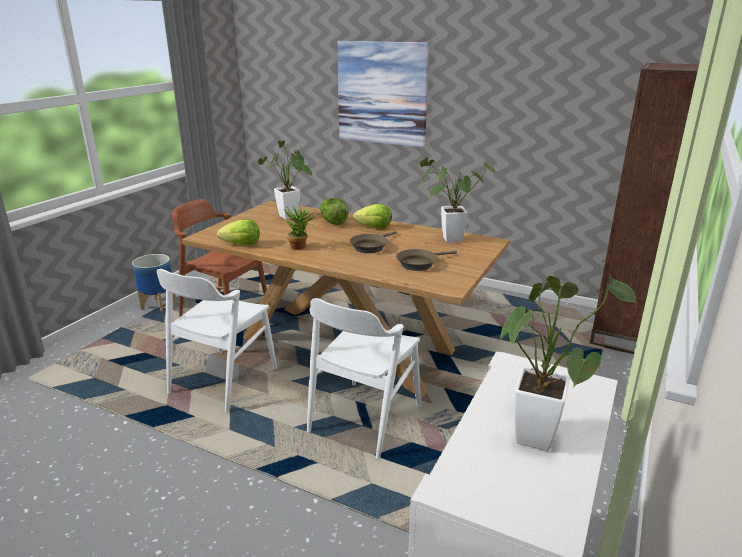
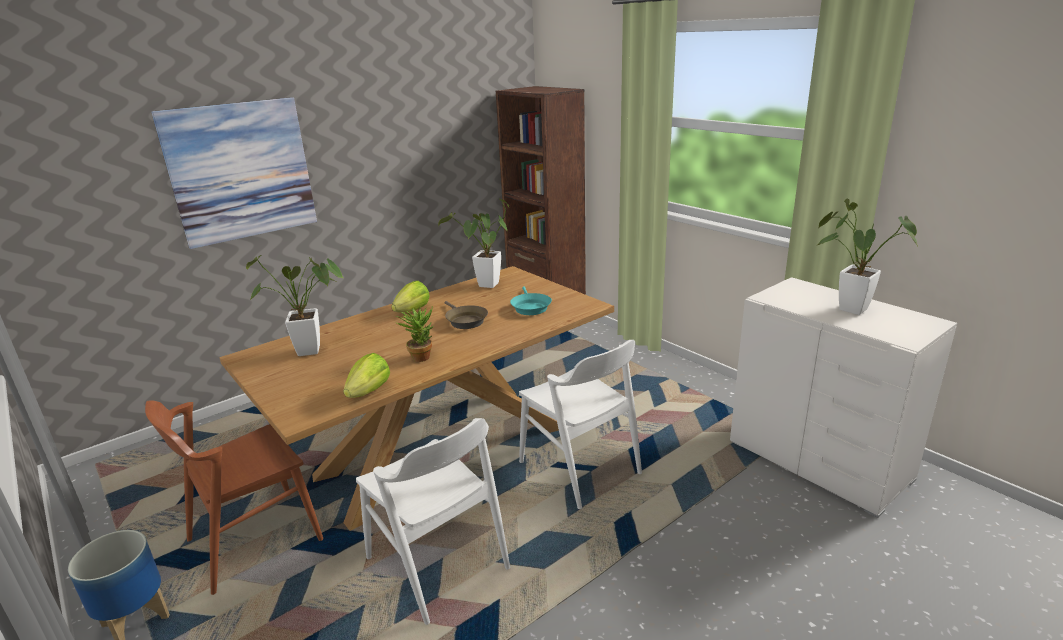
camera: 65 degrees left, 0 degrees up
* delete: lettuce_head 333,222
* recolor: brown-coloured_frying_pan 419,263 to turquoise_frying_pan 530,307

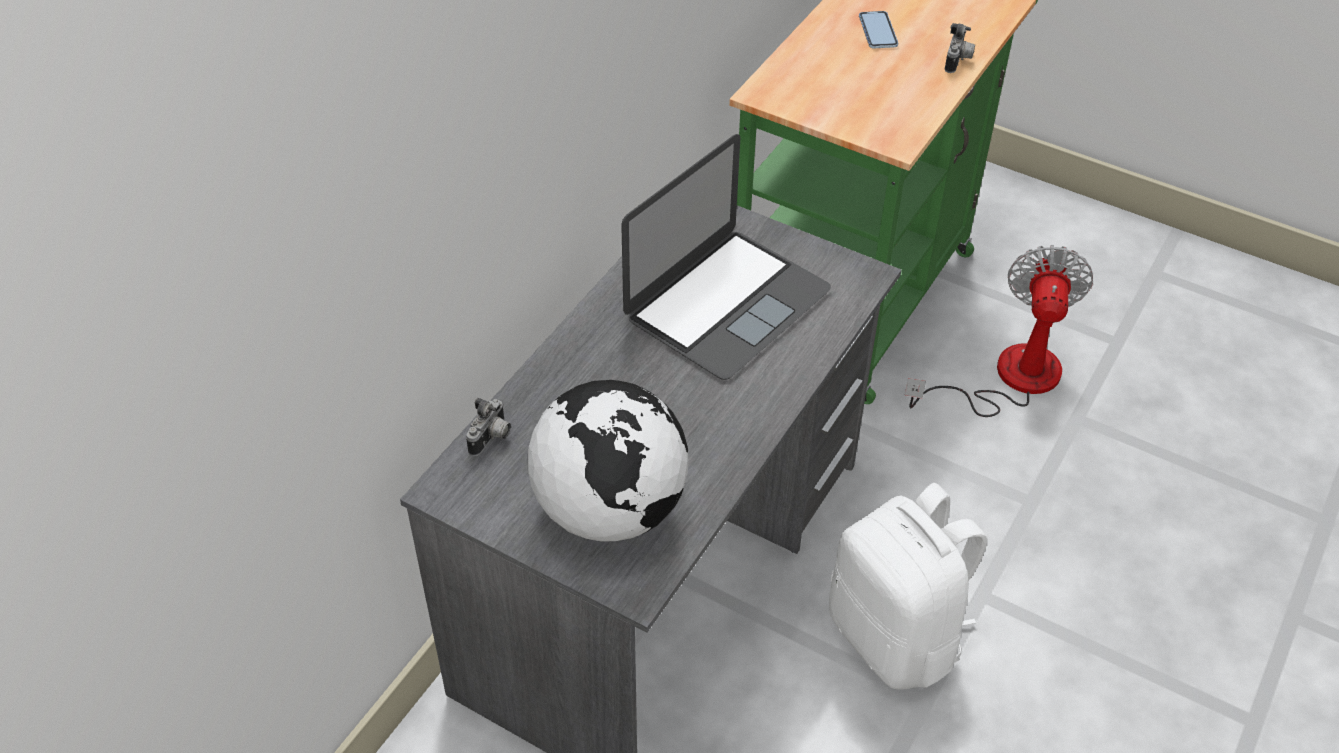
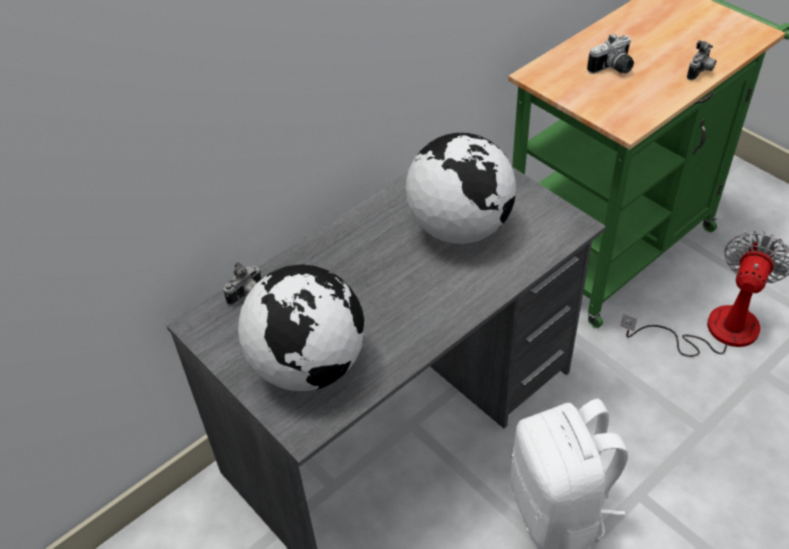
camera: 20 degrees right, 0 degrees up
* delete: handset 878,31
* insert: still_camera 613,69
* replace: laptop 727,303 to desk_globe 459,227

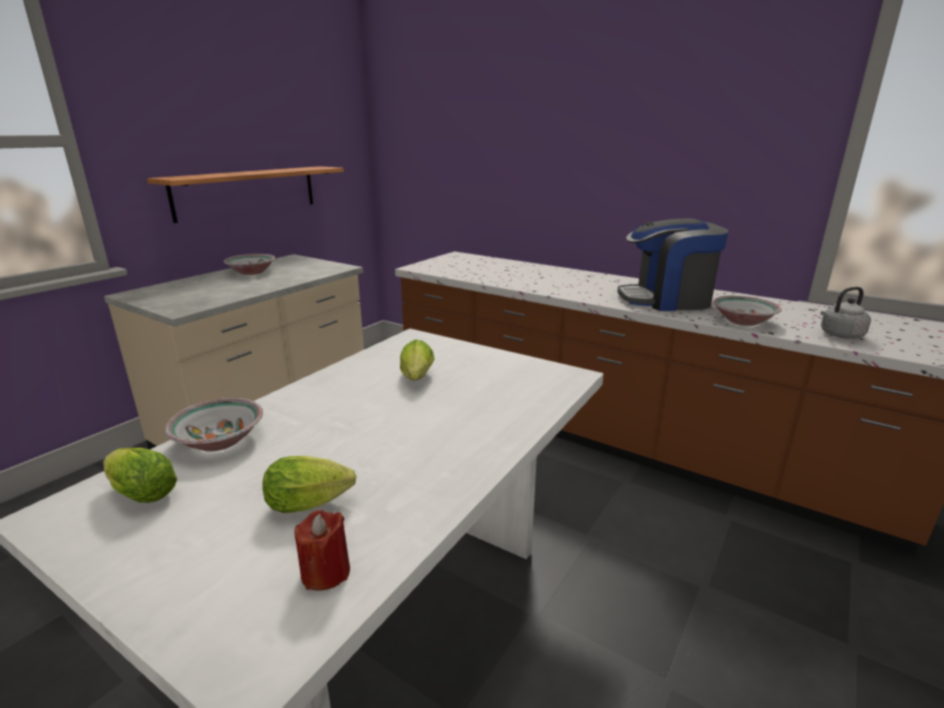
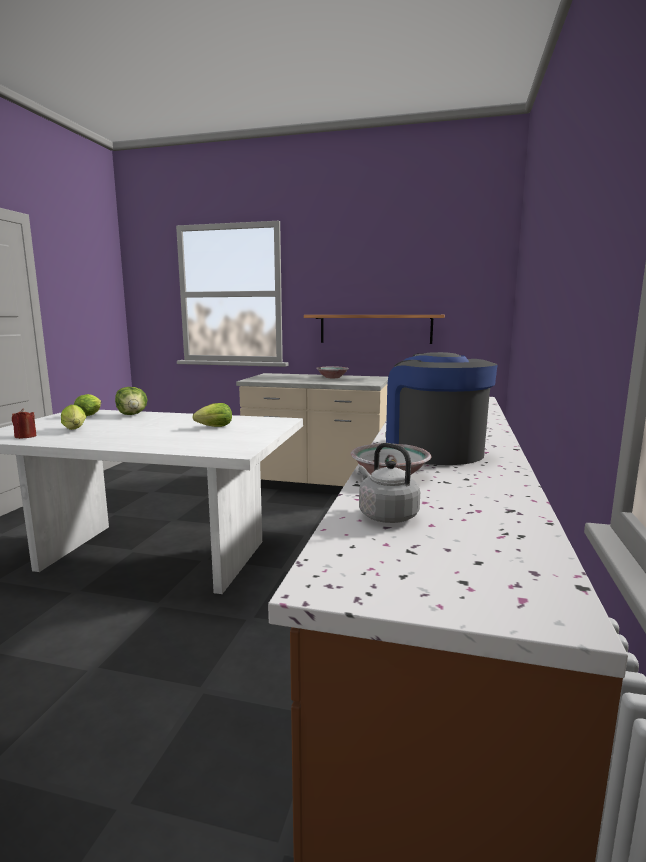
camera: 70 degrees right, 10 degrees down
* replace: bowl 218,440 to lettuce_head 132,414

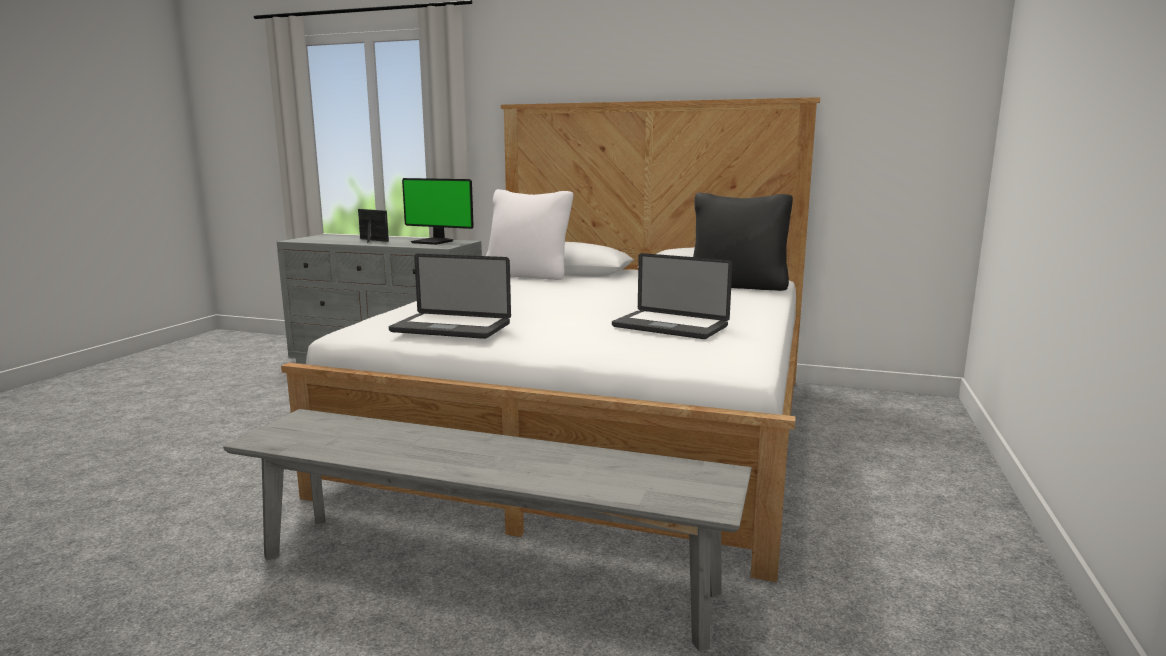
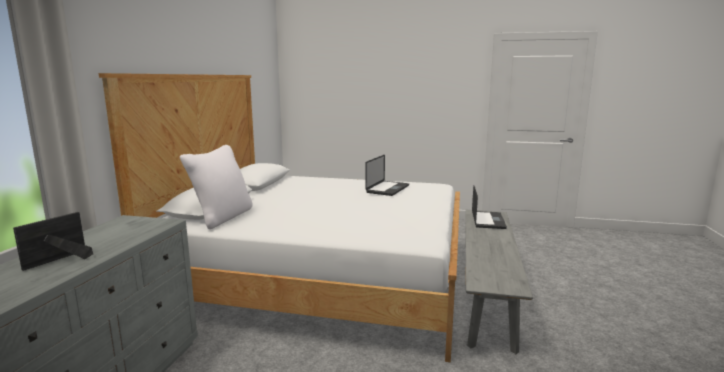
camera: 95 degrees left, 0 degrees up
* delete: monitor 434,242
* delete: black-coloured_throw_pillow 737,286
* move: laptop 451,328 to 488,221

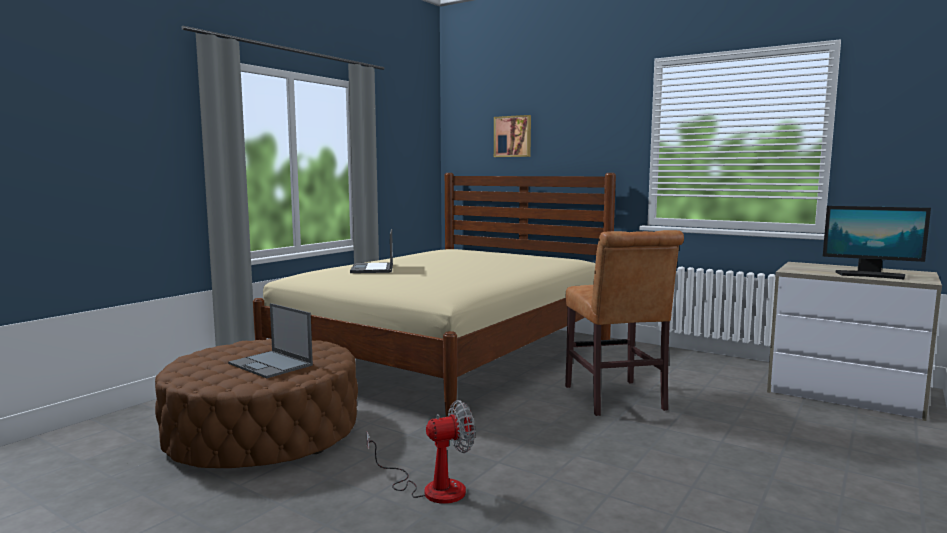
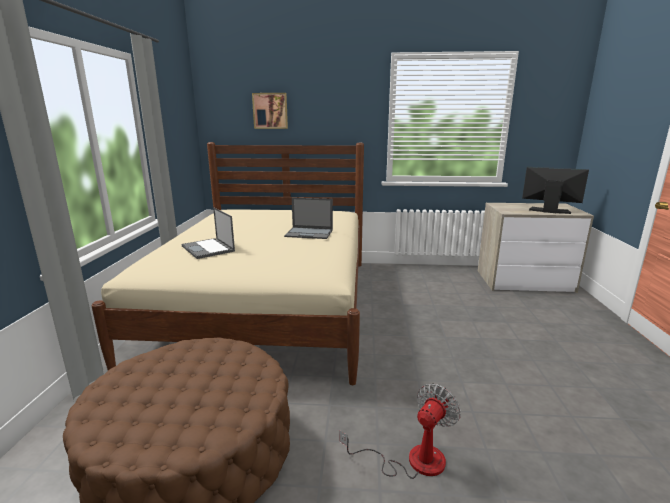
camera: 30 degrees left, 10 degrees up
* delete: brown-coloured_plain_chair 616,400
* move: laptop 271,364 to 309,233
* rotate: monitor 870,275 = 549,211 150 degrees counterclockwise

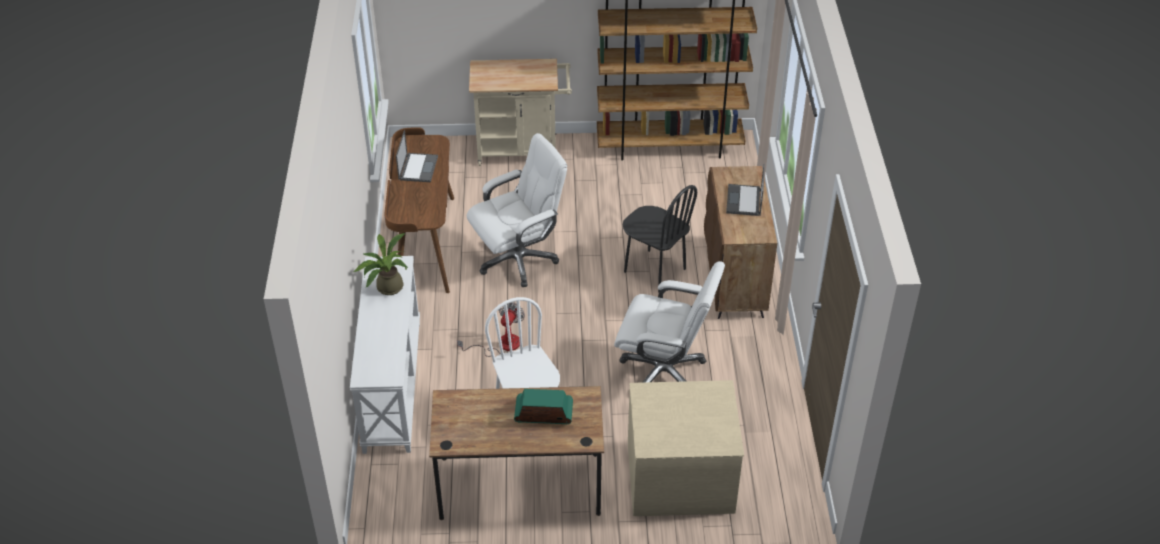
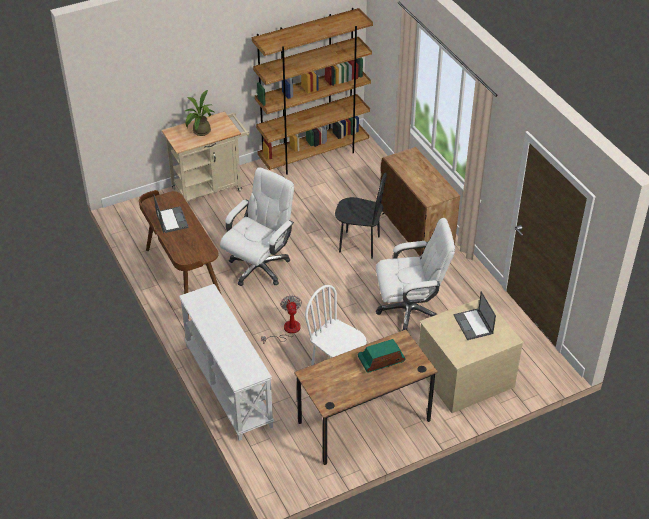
camera: 25 degrees left, 0 degrees up
* move: plant_in_a_pot 386,288 to 200,132
* move: laptop 744,201 to 473,325

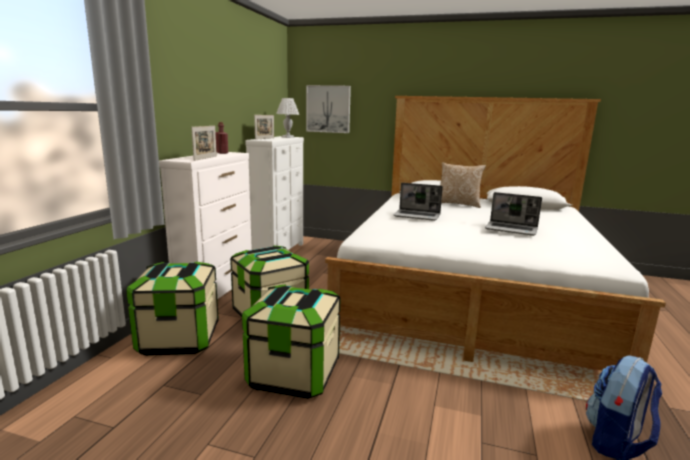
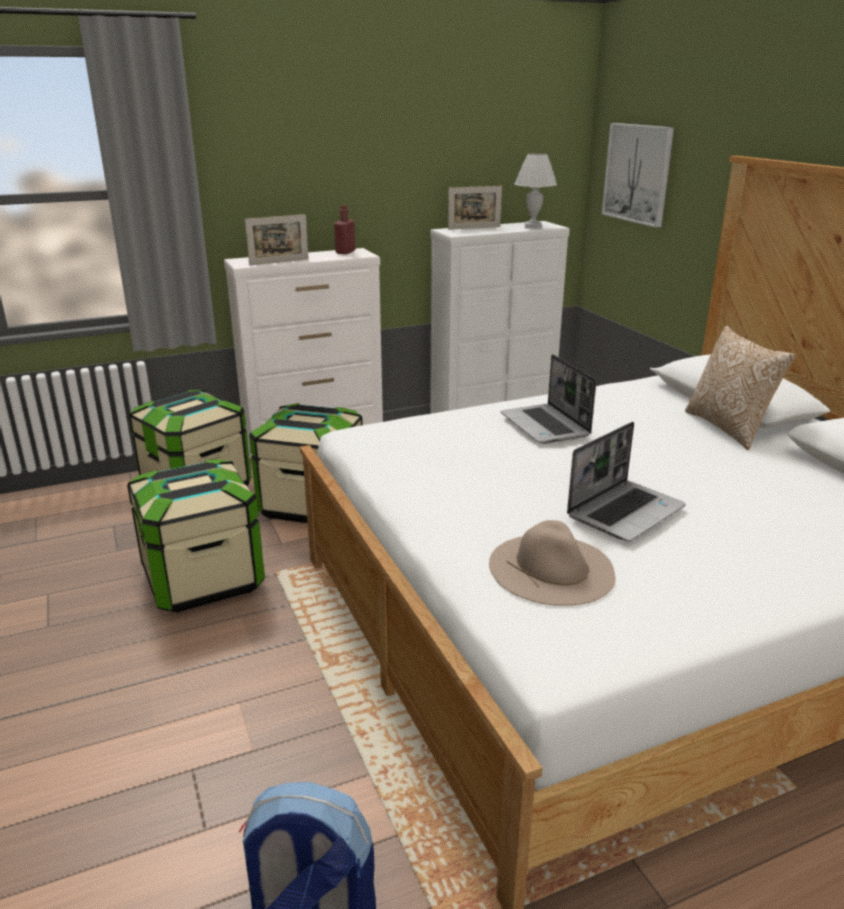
camera: 50 degrees right, 10 degrees up
* insert: sand-coloured_wearable_hat 552,568
* rotate: laptop 512,229 = 625,511 120 degrees counterclockwise

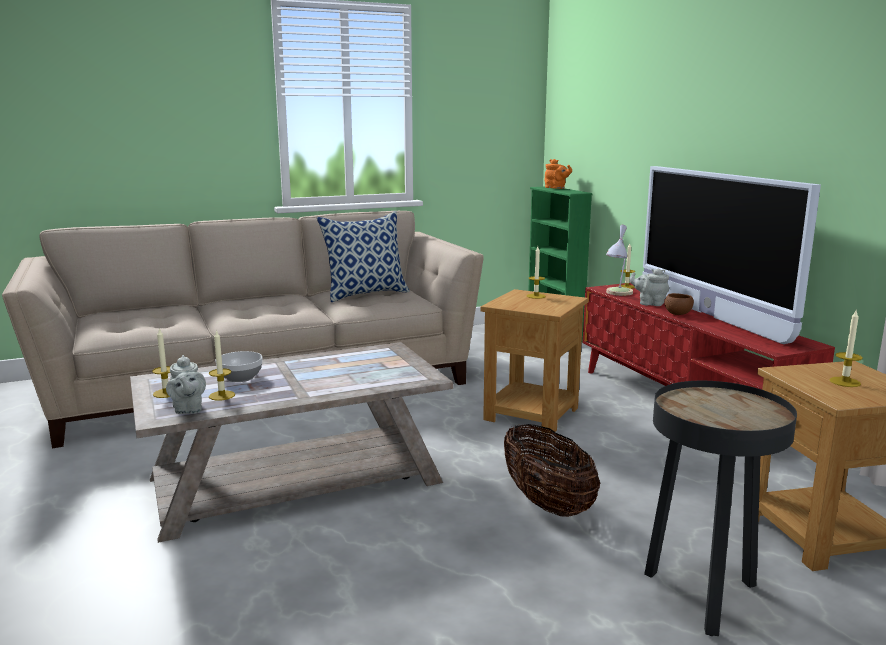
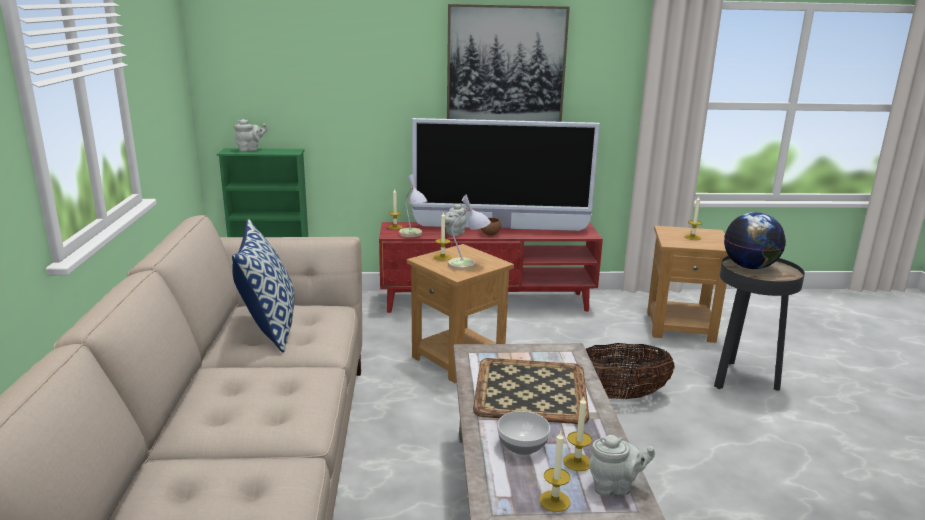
camera: 70 degrees left, 5 degrees up
* insert: wall_art 506,67
* insert: tabletop_lamp 468,265
* insert: serving_tray 529,390
* insert: desk_globe 750,267
* recolor: orange-coloured_teapot 556,188 to greyish_teapot 250,150

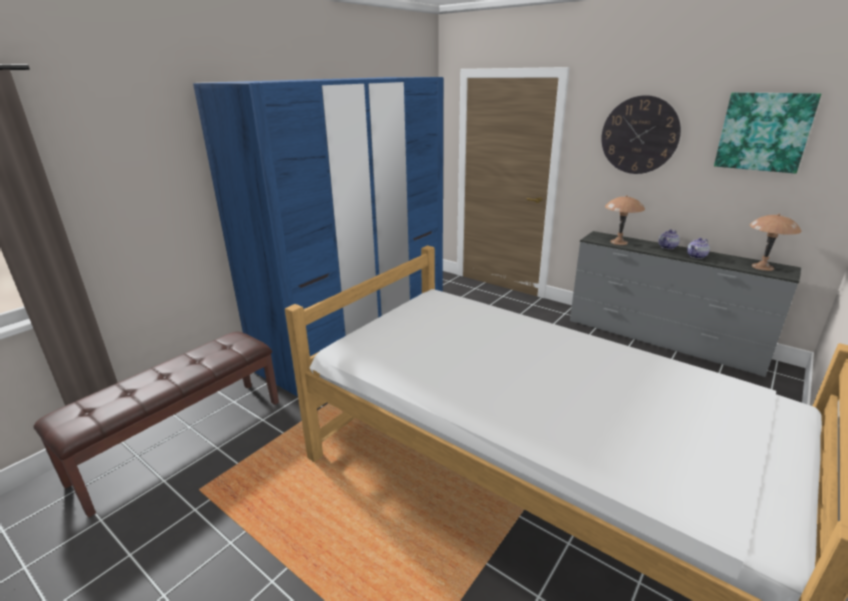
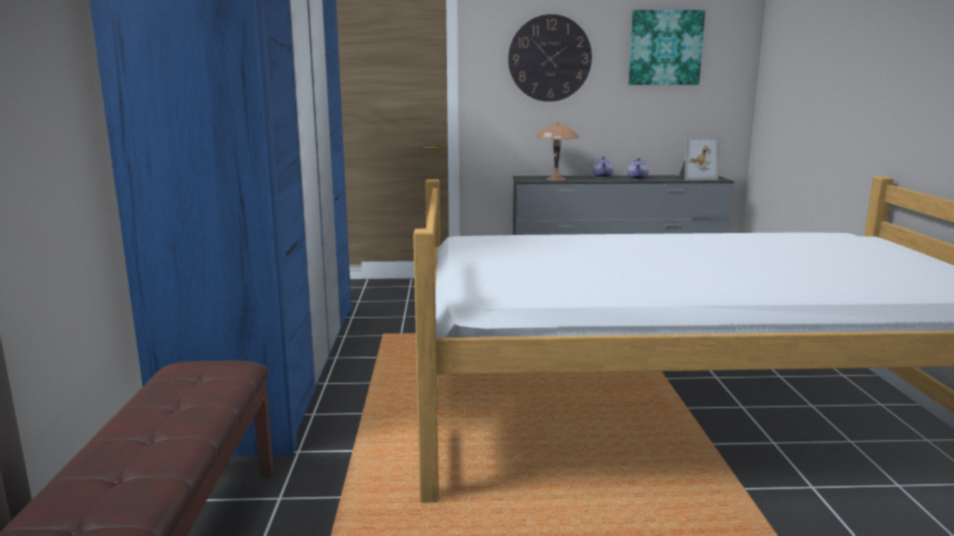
camera: 40 degrees left, 10 degrees down
* replace: brown-coloured_tabletop_lamp 763,267 to picture_frame 695,177

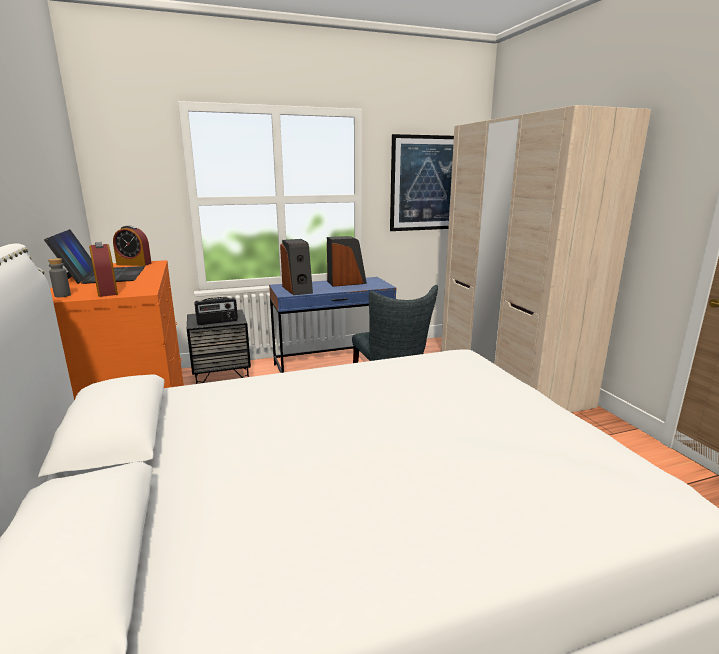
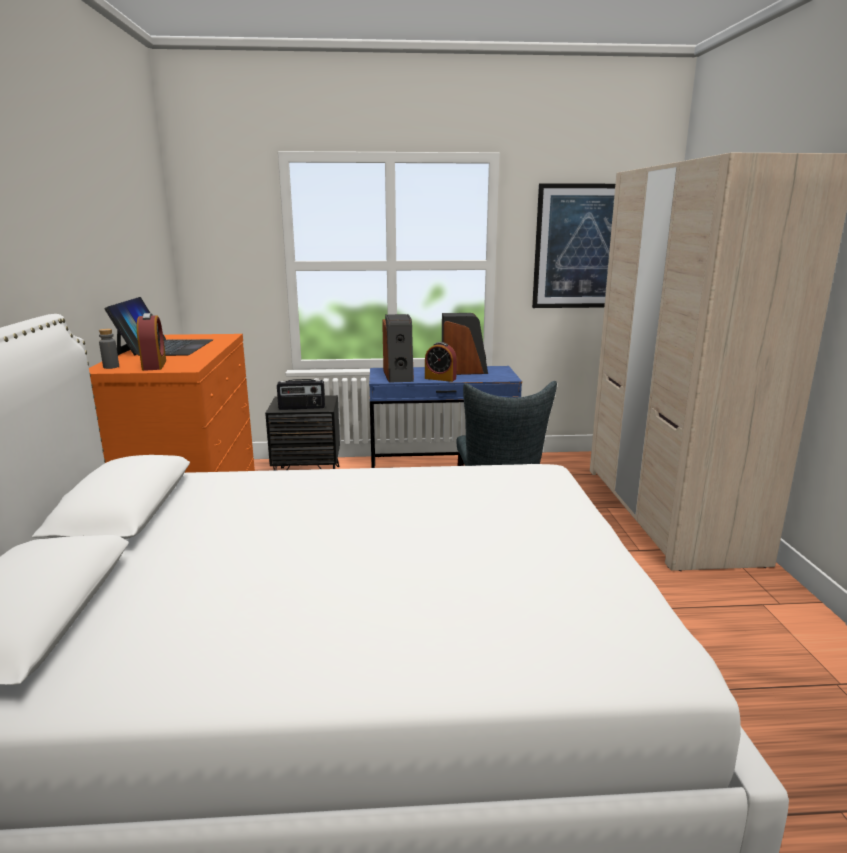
camera: 15 degrees right, 0 degrees up
* move: bedside_clock 134,264 to 440,378

